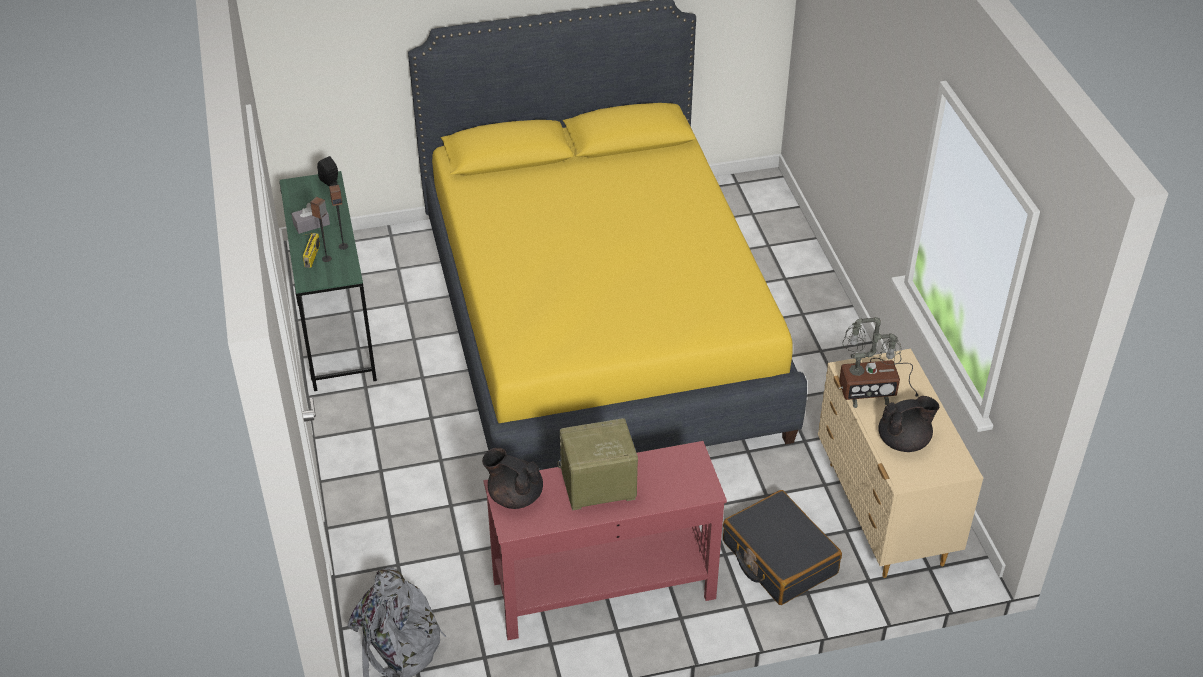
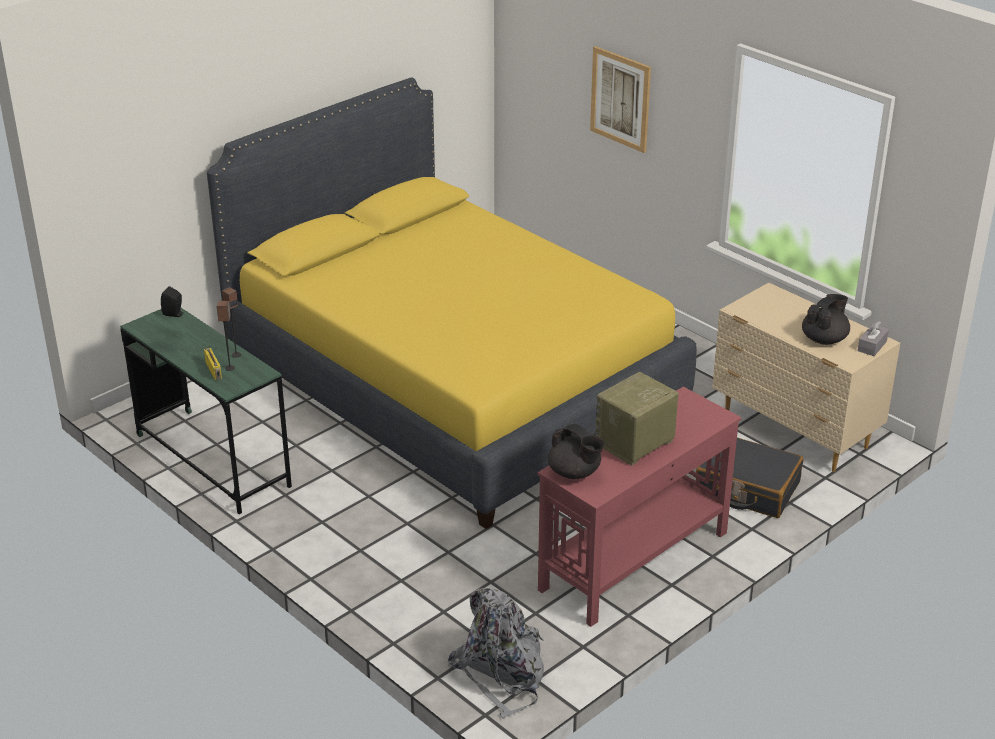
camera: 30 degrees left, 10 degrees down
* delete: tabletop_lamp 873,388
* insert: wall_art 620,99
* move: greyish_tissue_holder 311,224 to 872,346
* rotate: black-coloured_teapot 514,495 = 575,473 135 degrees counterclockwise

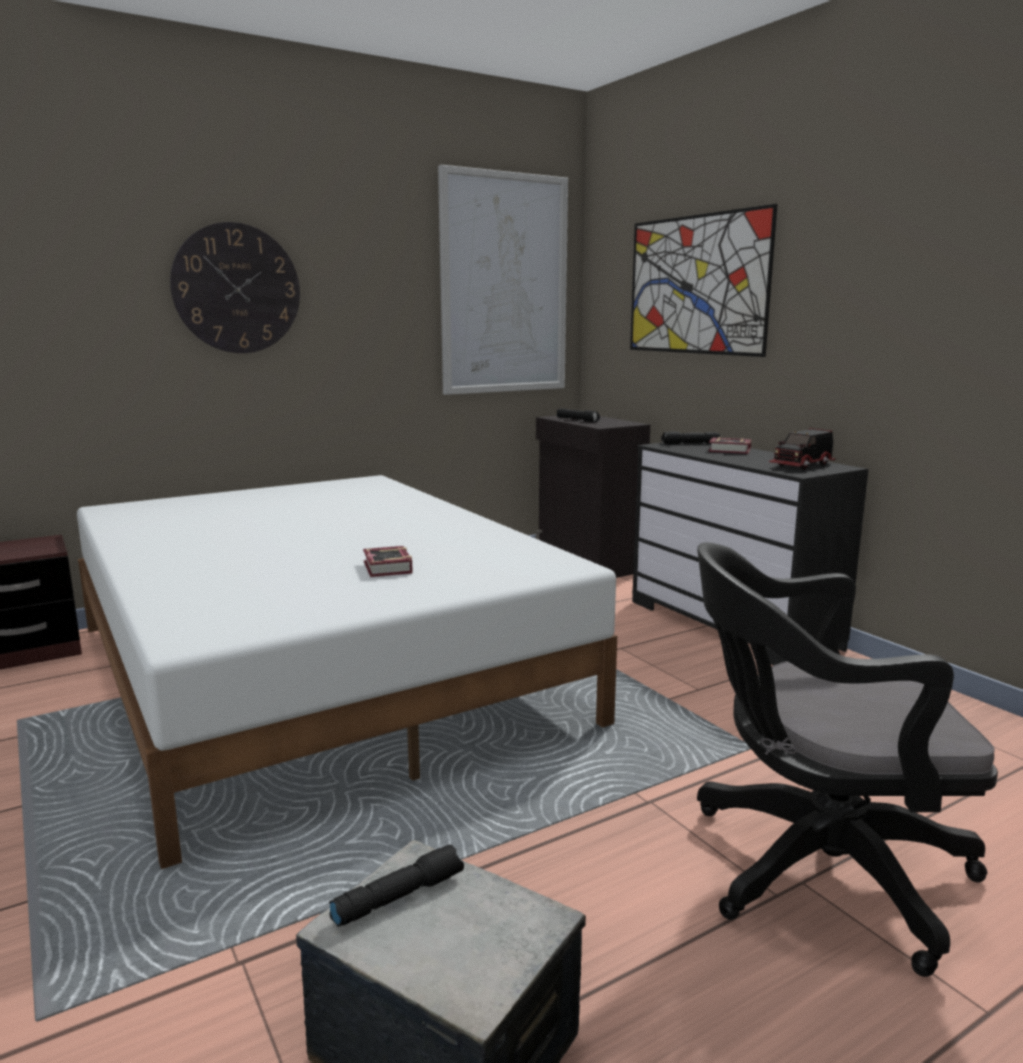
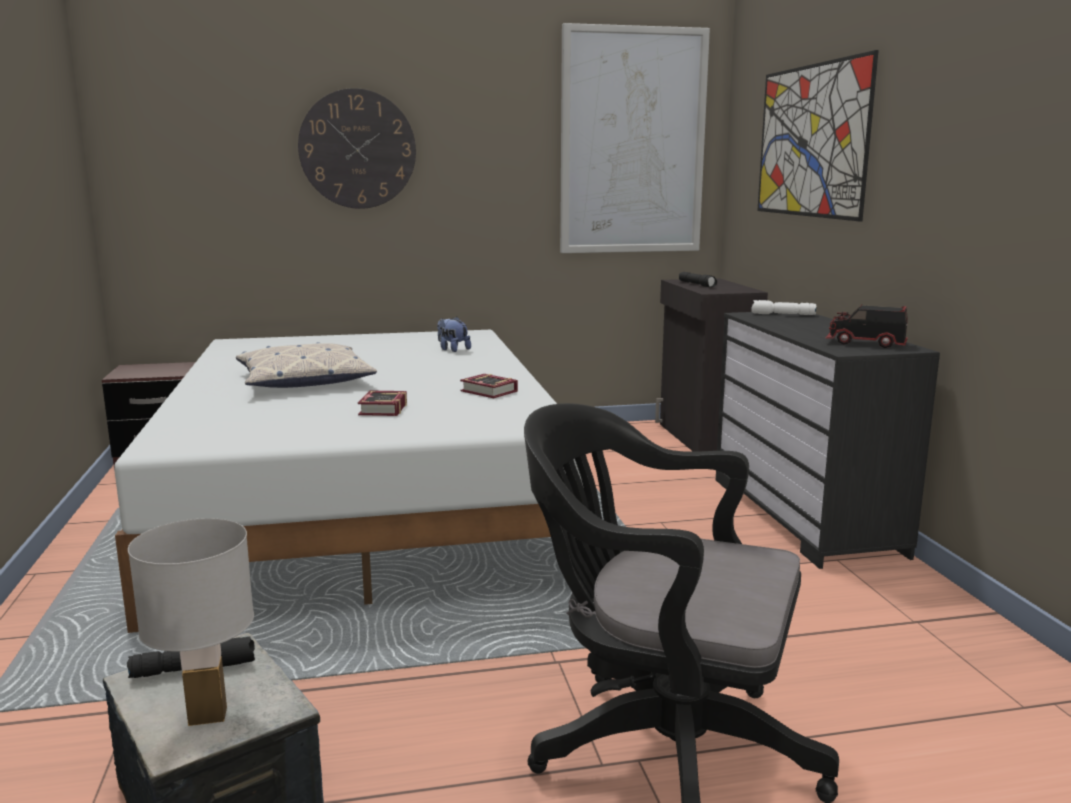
camera: 20 degrees right, 0 degrees up
* insert: white-coloured_tabletop_lamp 209,716
* insert: throw_pillow 304,380
* insert: plush_toy 452,349
* move: book 731,451 to 489,392
* recolor: black-coloured_flashlight 689,444 to white-coloured_flashlight 782,315
* rotate: model_truck 803,465 = 865,343 45 degrees clockwise

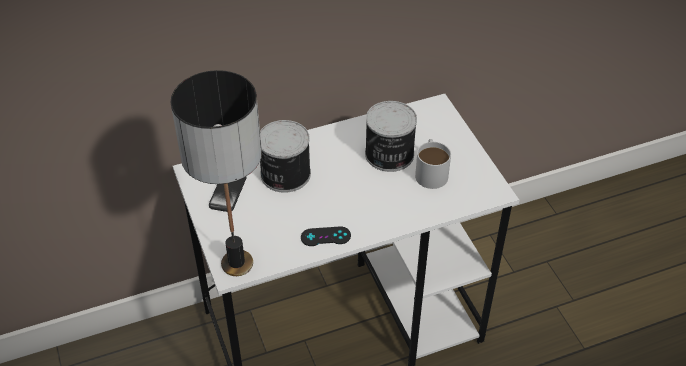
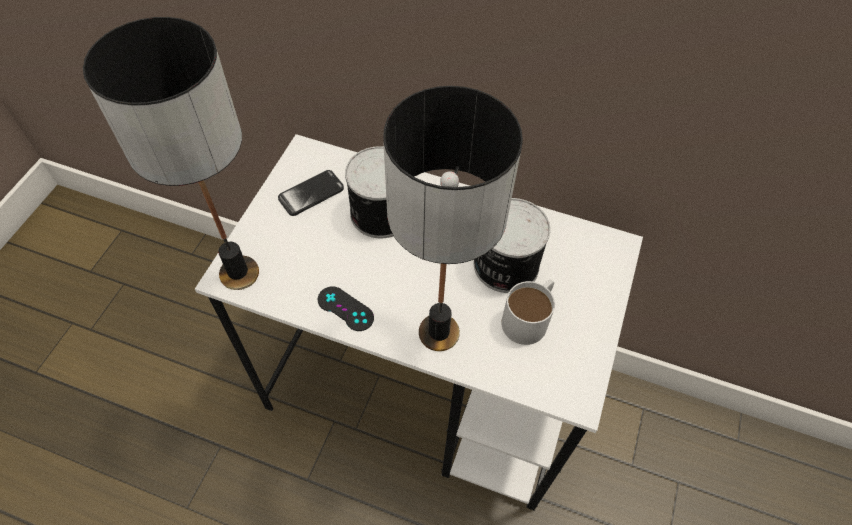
camera: 40 degrees right, 10 degrees up
* insert: tabletop_lamp 437,333

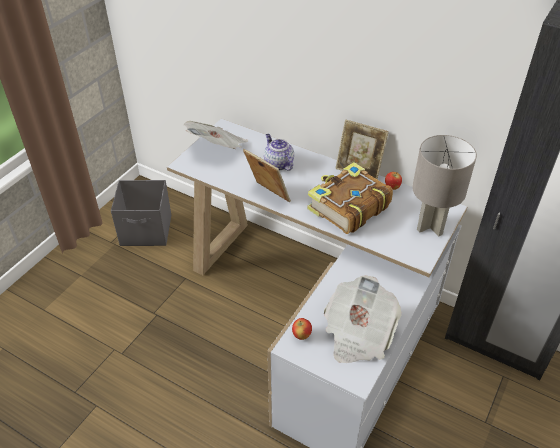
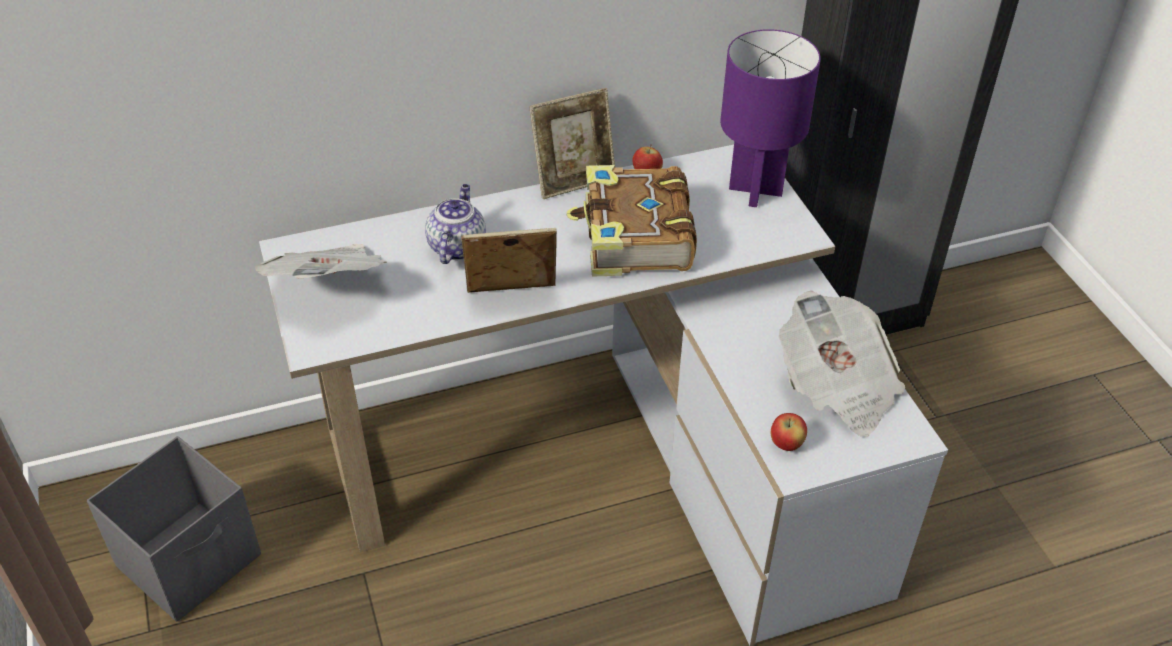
camera: 50 degrees left, 0 degrees up
* recolor: greyish_tabletop_lamp 431,226 to purplish_tabletop_lamp 756,190
* rotate: teapot 278,164 = 456,246 90 degrees clockwise

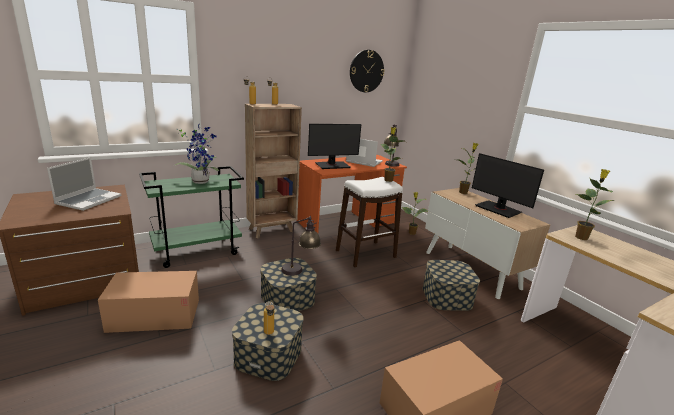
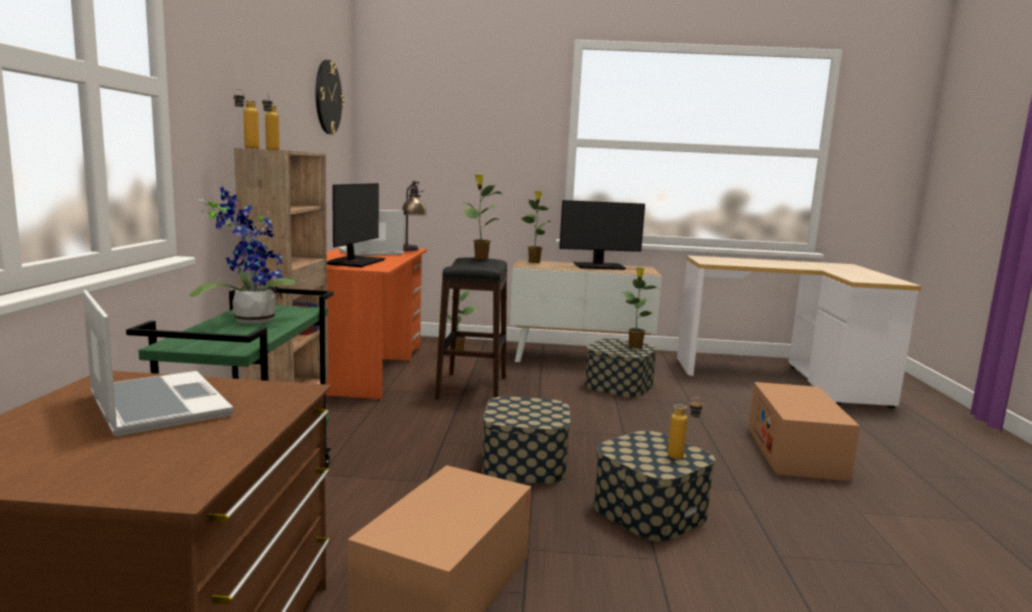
camera: 55 degrees left, 10 degrees down
* delete: tabletop_lamp 300,270
* move: plant_in_a_pot 581,237 to 635,346
* recolor: white-coloured_sitting_stool 365,254 to black-coloured_sitting_stool 472,388

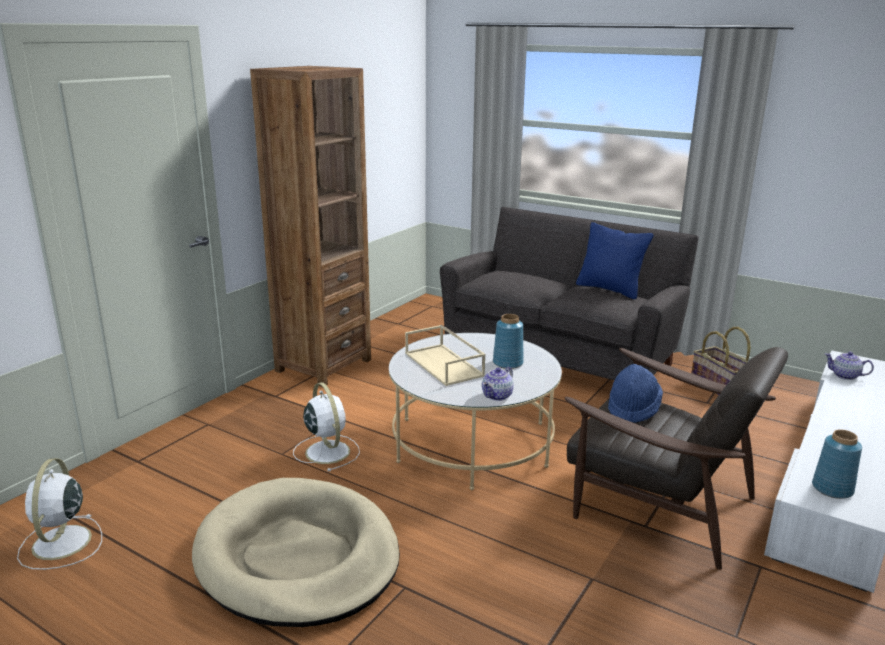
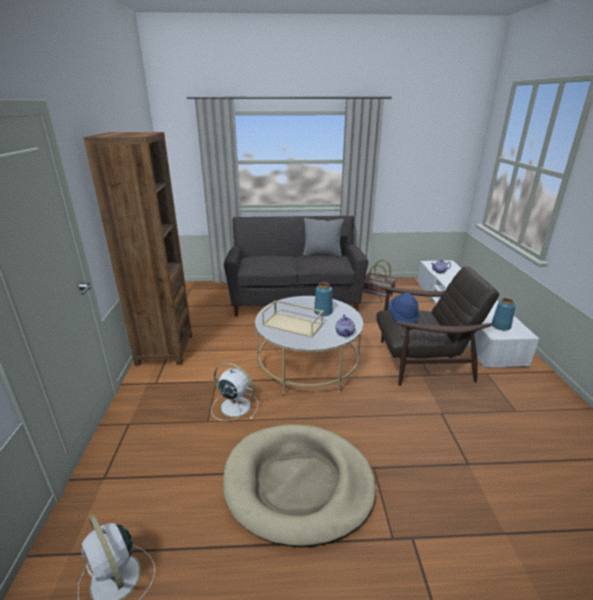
camera: 35 degrees left, 5 degrees up
* recolor: bluish_throw_pillow 610,289 to greyish_throw_pillow 322,254

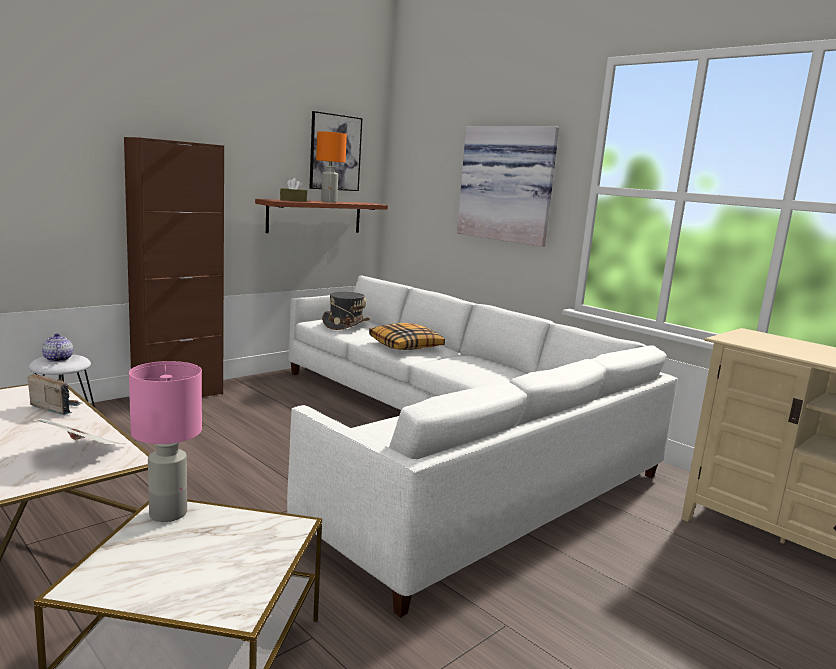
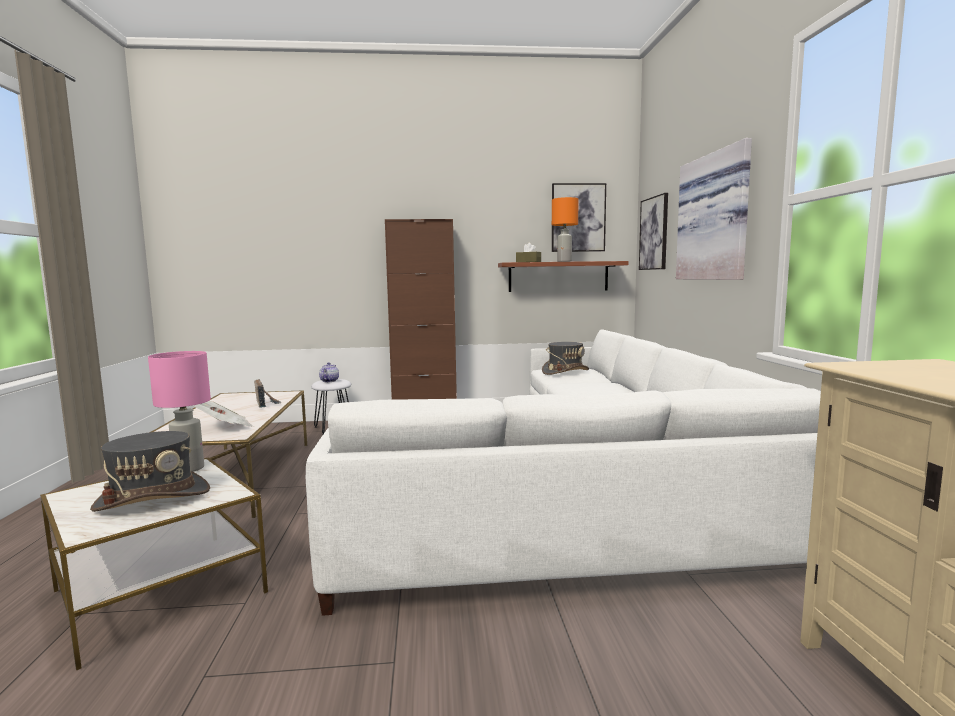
camera: 40 degrees right, 5 degrees down
* delete: throw_pillow 406,345
* insert: greyish_wearable_hat 153,498
* insert: wall_art 654,233

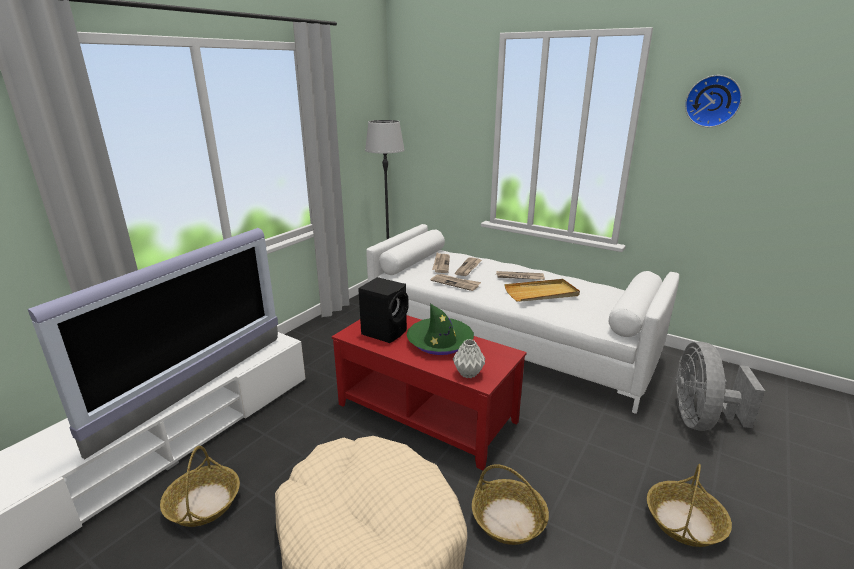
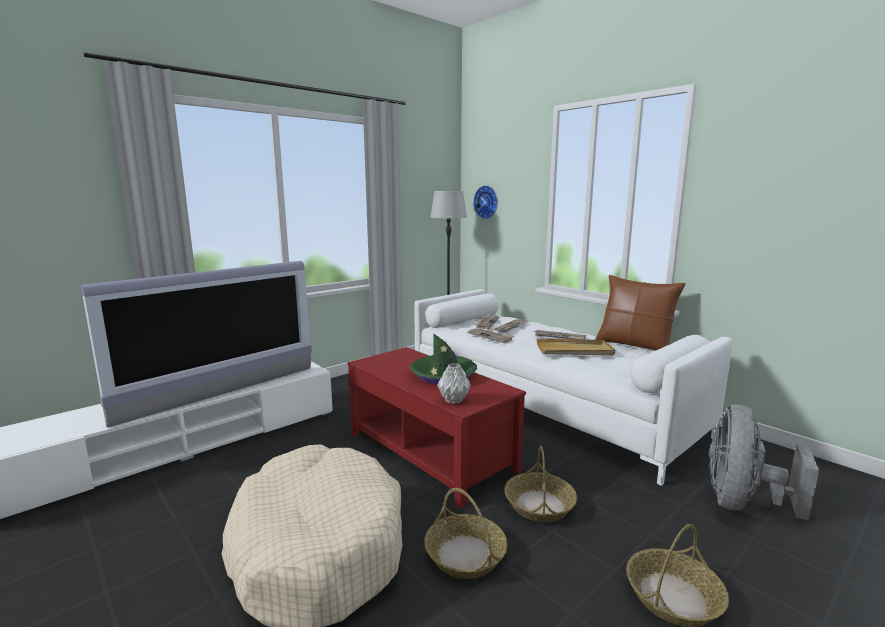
camera: 15 degrees right, 10 degrees down
* delete: black-coloured_loudspeaker 385,331
* insert: brown-coloured_throw_pillow 634,345
* move: basket 203,503 to 539,505
* move: wall_clock 713,101 to 487,202

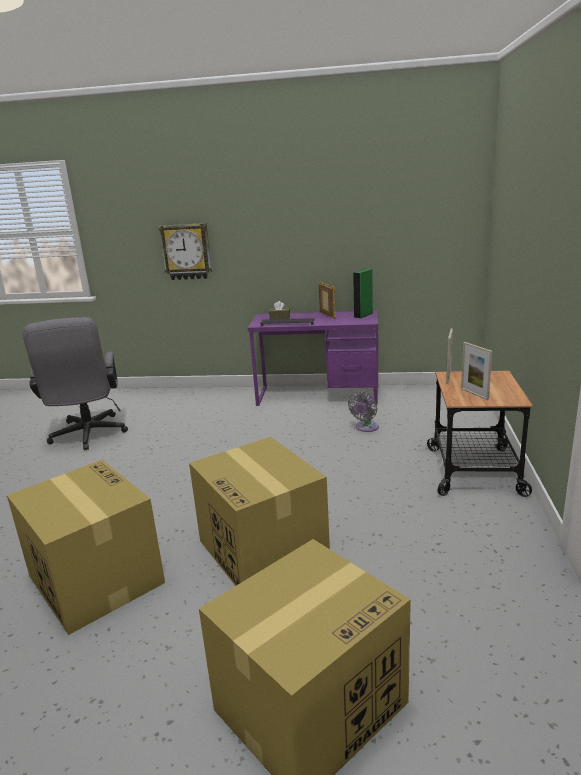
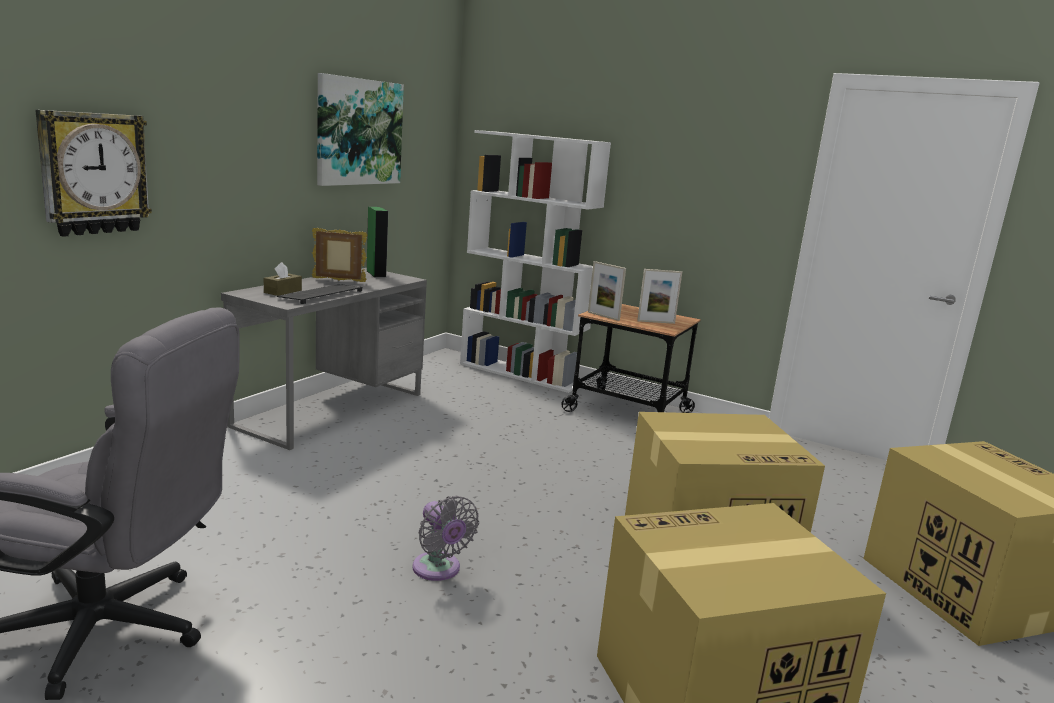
camera: 70 degrees left, 5 degrees down
* insert: wall_art 359,132
* insert: white-coloured_shelving_unit 521,373
* move: greyish_cooling_fan 365,428 to 438,570
* recolor: purplish_desk_table 318,395 to greyish_desk_table 332,409

